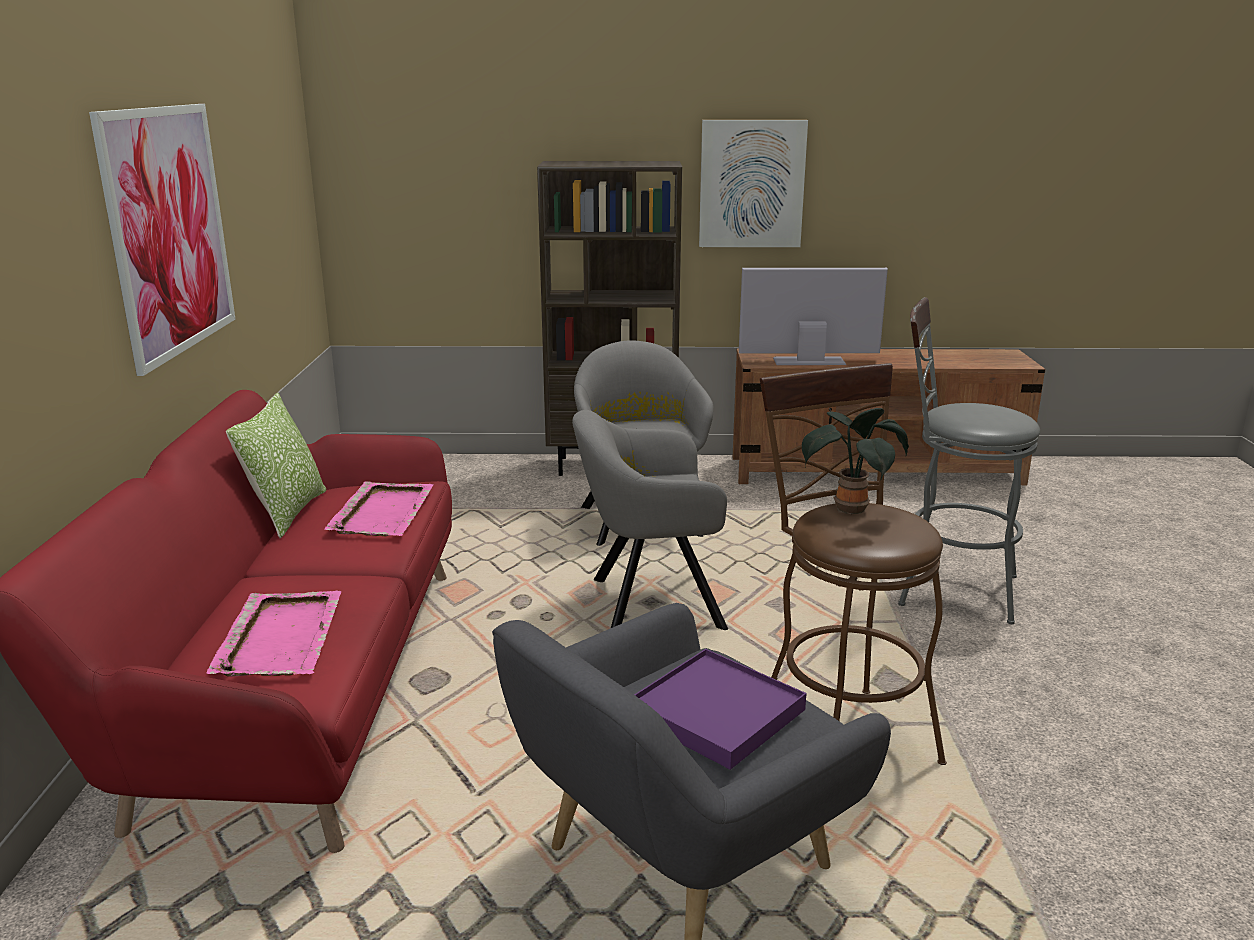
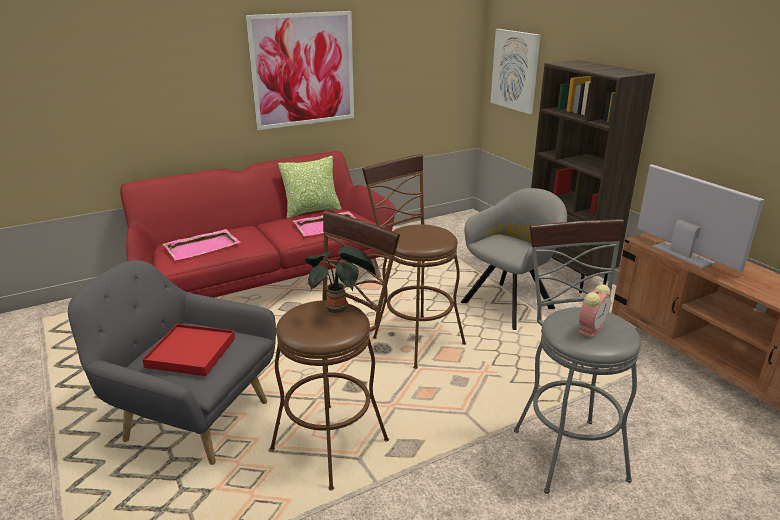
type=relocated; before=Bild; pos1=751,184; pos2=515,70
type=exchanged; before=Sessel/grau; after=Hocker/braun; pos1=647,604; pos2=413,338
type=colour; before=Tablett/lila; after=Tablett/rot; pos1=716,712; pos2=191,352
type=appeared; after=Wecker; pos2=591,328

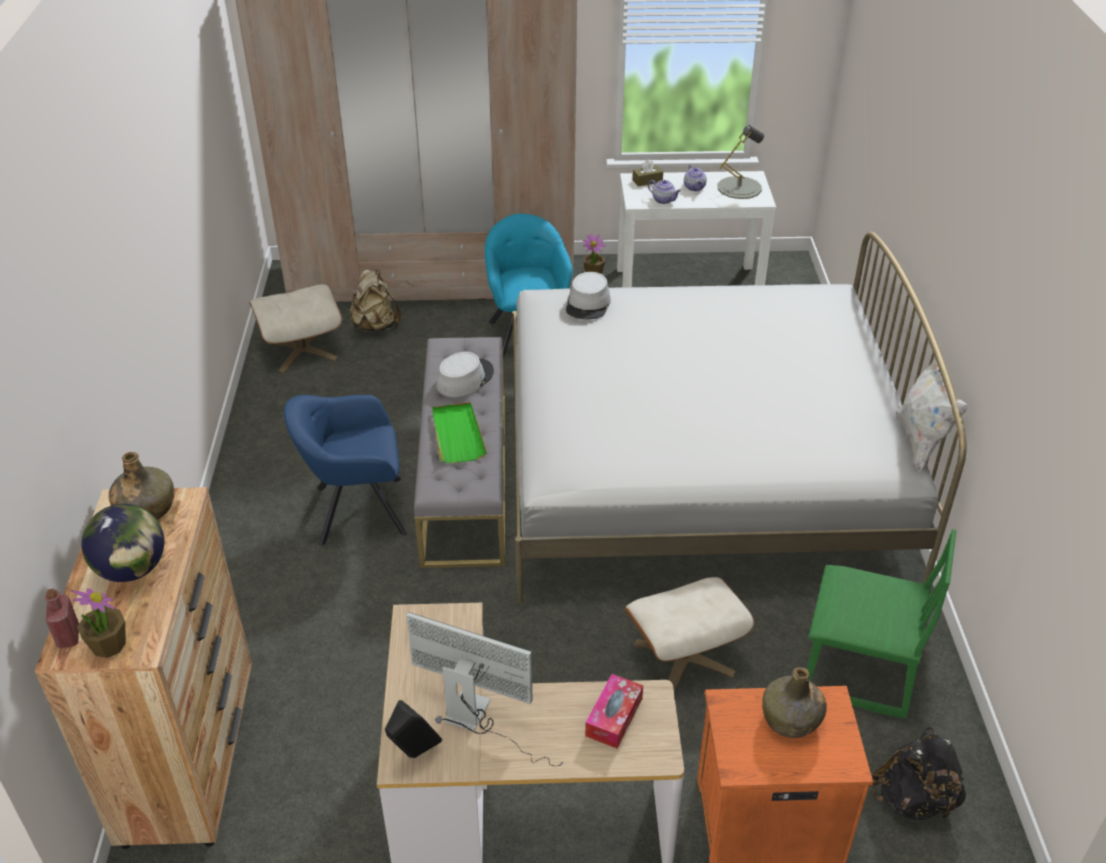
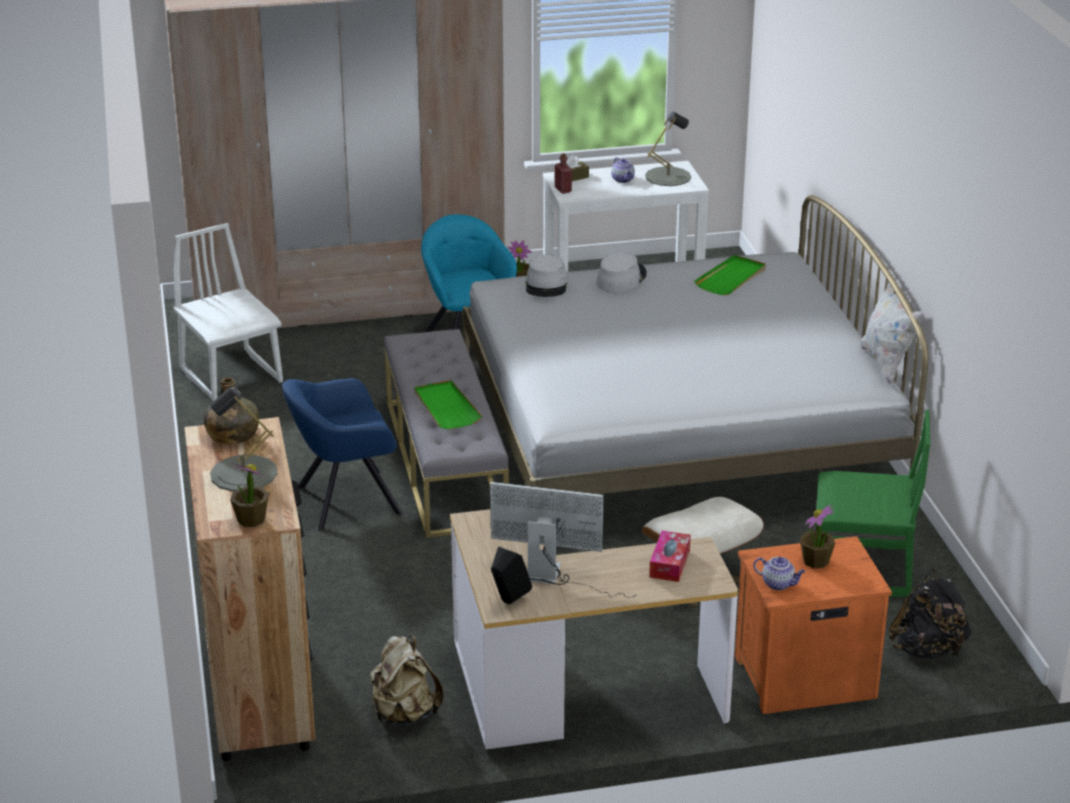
type=relocated; before=Teekanne; pos1=664,200; pos2=778,584
type=relocated; before=Rucksack/beige; pos1=375,326; pos2=404,714
type=exchanged; before=Polsterhocker/beige; after=Stuhl/weiß; pos1=302,350; pos2=232,376
type=relocated; before=Hut/grau; pos1=465,379; pos2=621,278
type=exchanged; before=Globus; after=Tischlampe/grau; pos1=132,570; pos2=243,474
type=relocated; before=Flasche/rot; pos1=68,636; pos2=563,190
type=exchanged; before=Flasche/grün; after=Topfpflanze; pos1=791,719; pos2=815,561
type=appeared; after=Tablett/grün; pos2=731,278

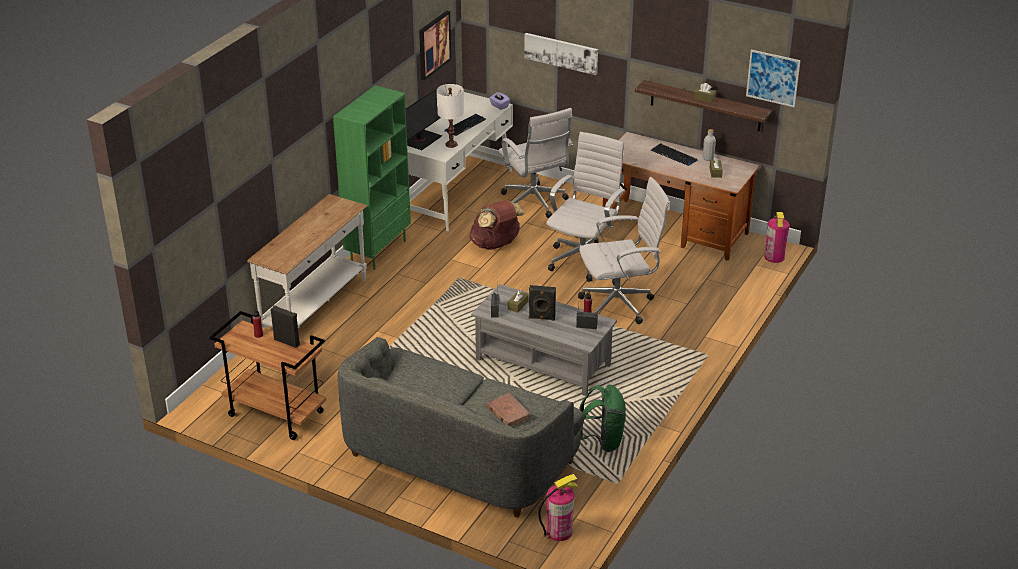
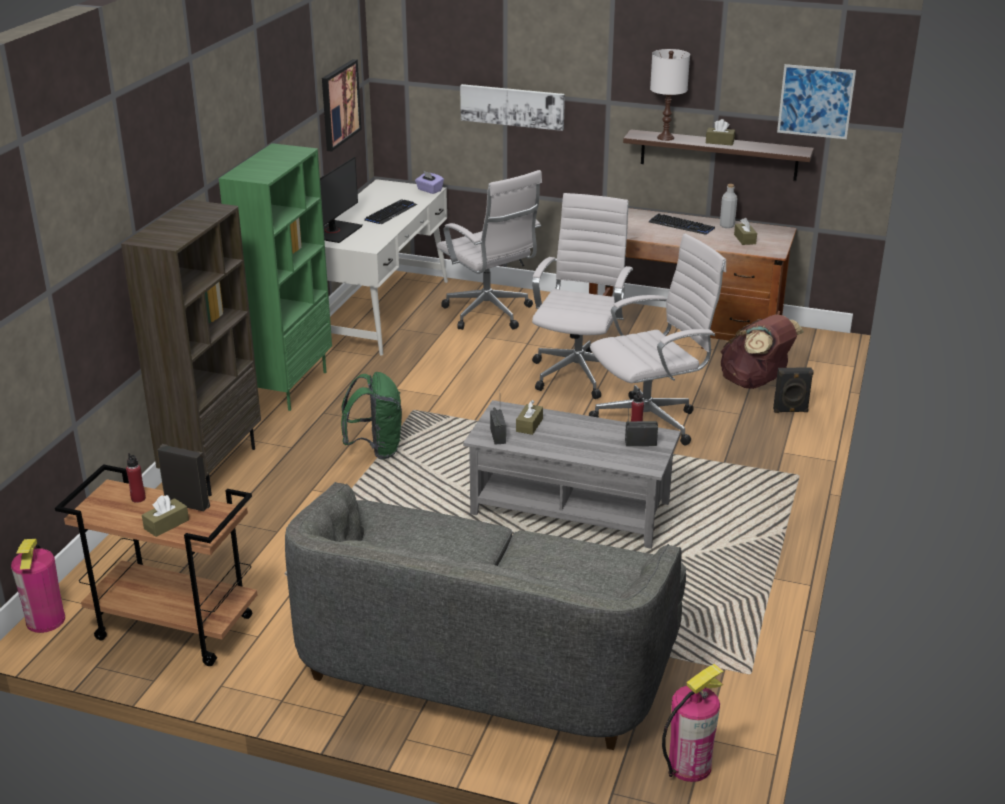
type=relocated; before=Tischlampe/weiß; pos1=451,144; pos2=665,138
type=exchanged; before=Konsolentisch/weiß; after=Bücherregal/braun; pos1=316,307; pos2=212,467
type=relocated; before=Rucksack/braun; pos1=496,245; pos2=755,383
type=relocated; before=Feuerlöscher; pos1=774,257; pos2=46,620
type=relocated; before=Lautsprecher/schwarz; pos1=542,318; pos2=790,411
type=relocated; before=Rucksack/grün; pos1=602,441; pos2=376,449
type=missing; before=Buch/braun; pos1=508,412
type=appeared; after=Taschentuchbox/braun; pos2=166,524

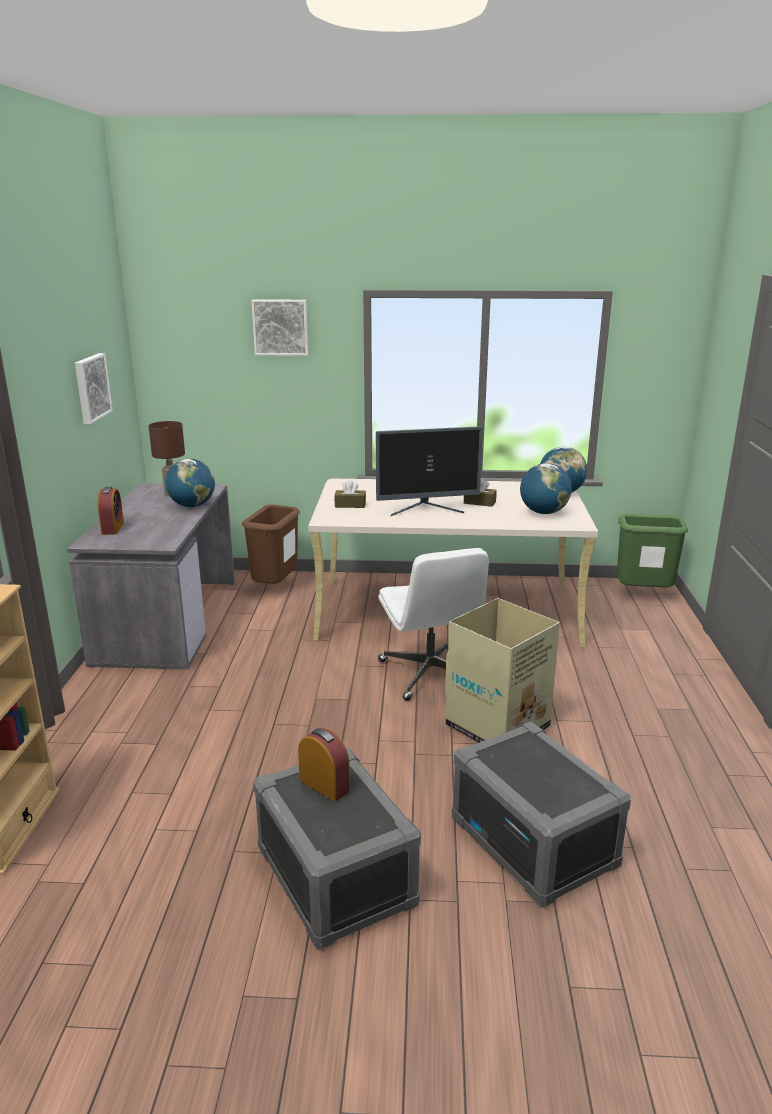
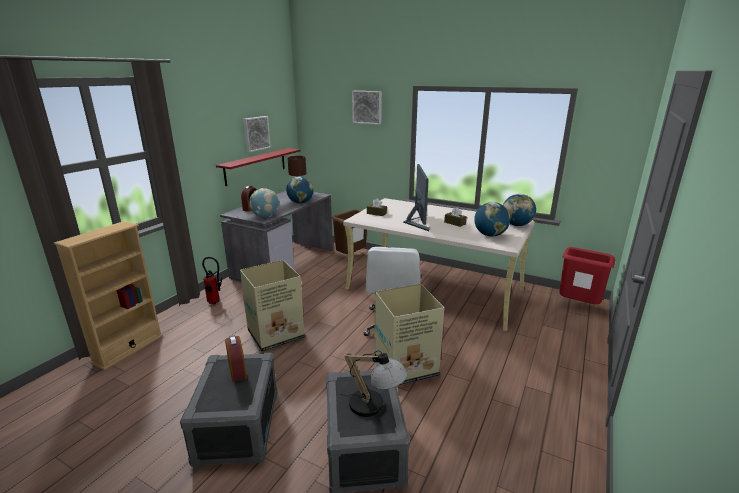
type=spun; before=Monitor; pos1=427,509; pos2=417,222; turn=-105
type=colour; before=Mülleimer/grün; after=Mülleimer/rot; pos1=643,595; pos2=578,306
type=appeared; after=Wandregal/rot; pos2=256,166
type=appeared; after=Globus; pos2=265,216
type=appeared; after=Feuerlöscher; pos2=215,303
type=appeared; after=Karton; pos2=277,334
type=appeared; after=Tischlampe; pos2=375,407

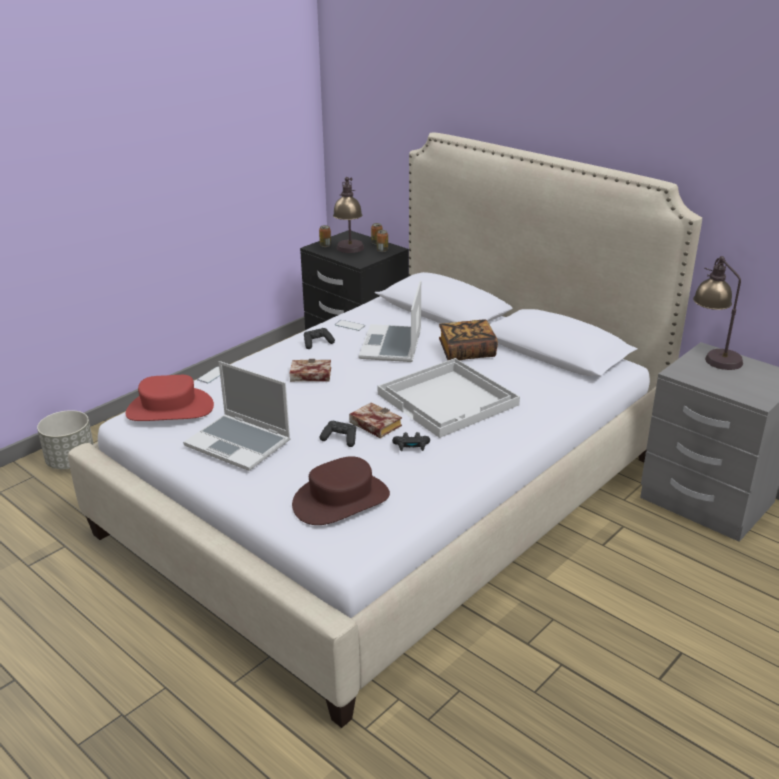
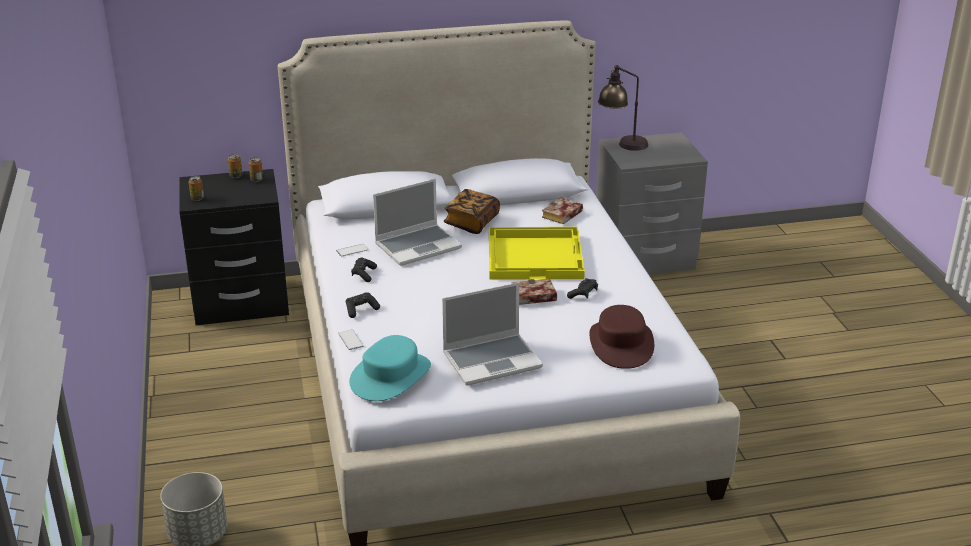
type=missing; before=Tischlampe; pos1=349,252
type=spun; before=Laptop; pos1=392,346; pos2=418,246; turn=-75
type=colour; before=Tablett/weiß; after=Tablett/gelb; pos1=449,399; pos2=535,255
type=relocated; before=Buch; pos1=309,375; pos2=562,215
type=colour; before=Hut/rot; after=Hut/türkis; pos1=170,409; pos2=391,376
type=relocated; before=Gamepad/schwarz; pos1=340,439; pos2=361,310

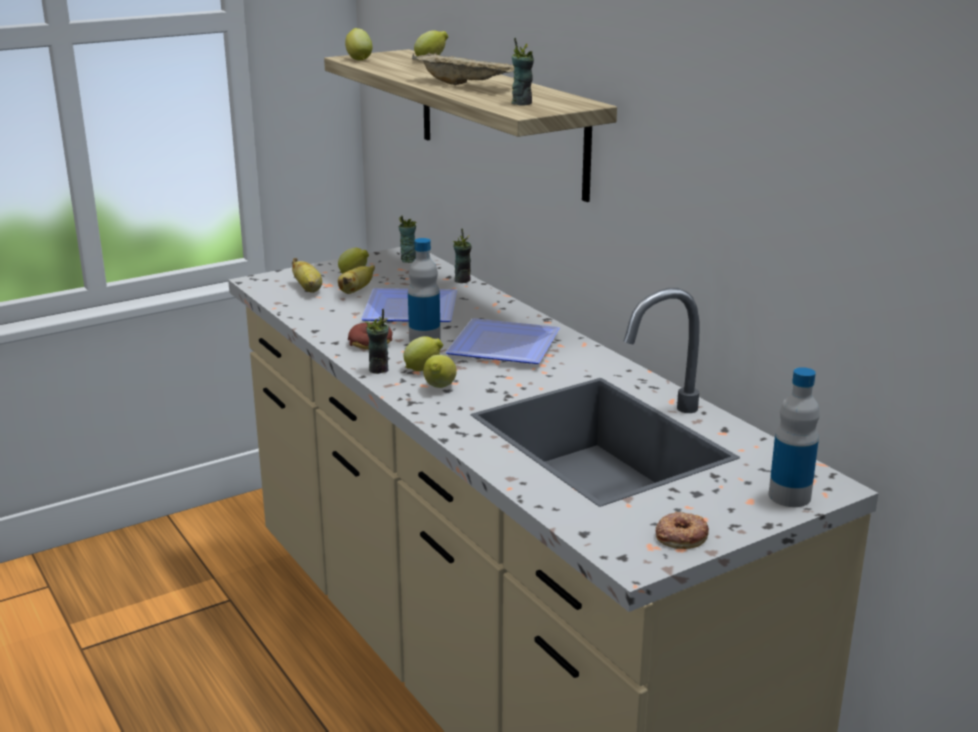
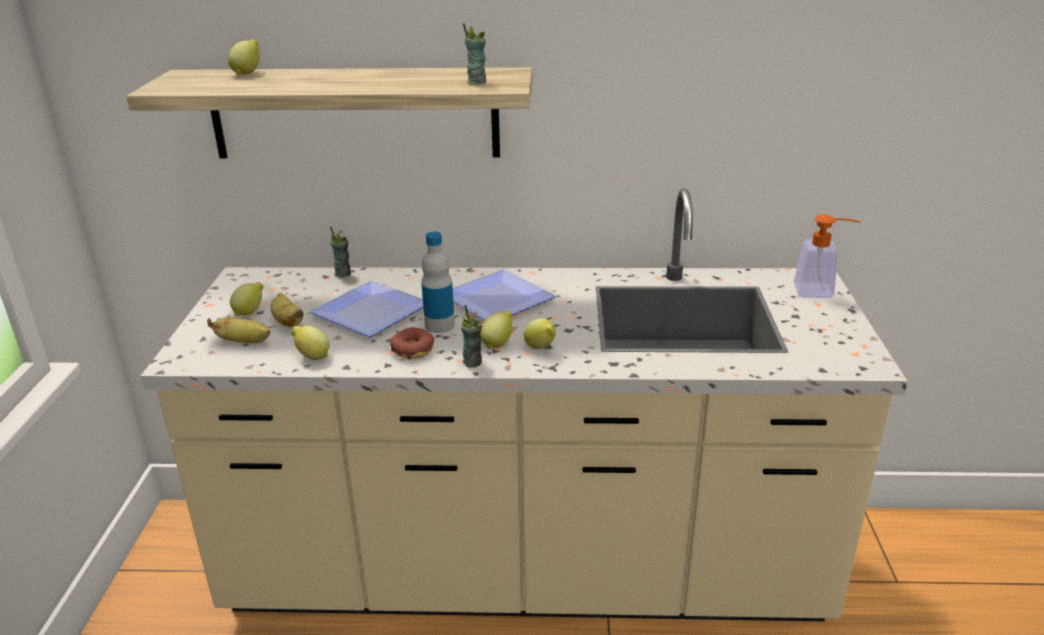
type=relocated; before=Zitrone; pos1=359,59; pos2=312,357
type=missing; before=Tablett/beige; pos1=467,84
type=missing; before=Tasse; pos1=408,260
type=exchanged; before=Flasche; after=Seifenspender; pos1=789,496; pos2=821,291
type=missing; before=Donut; pos1=680,536

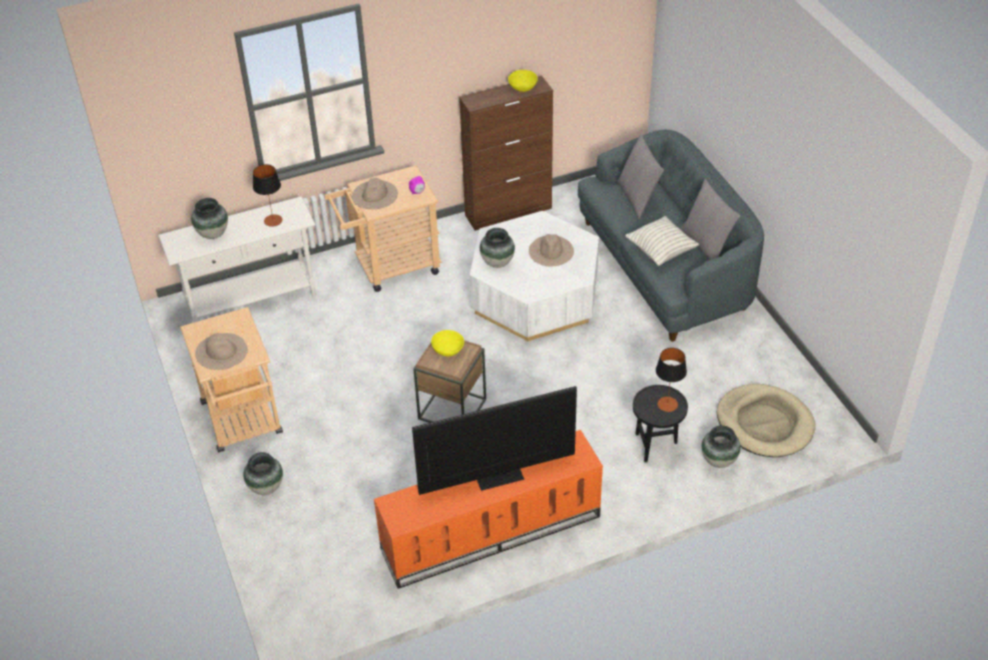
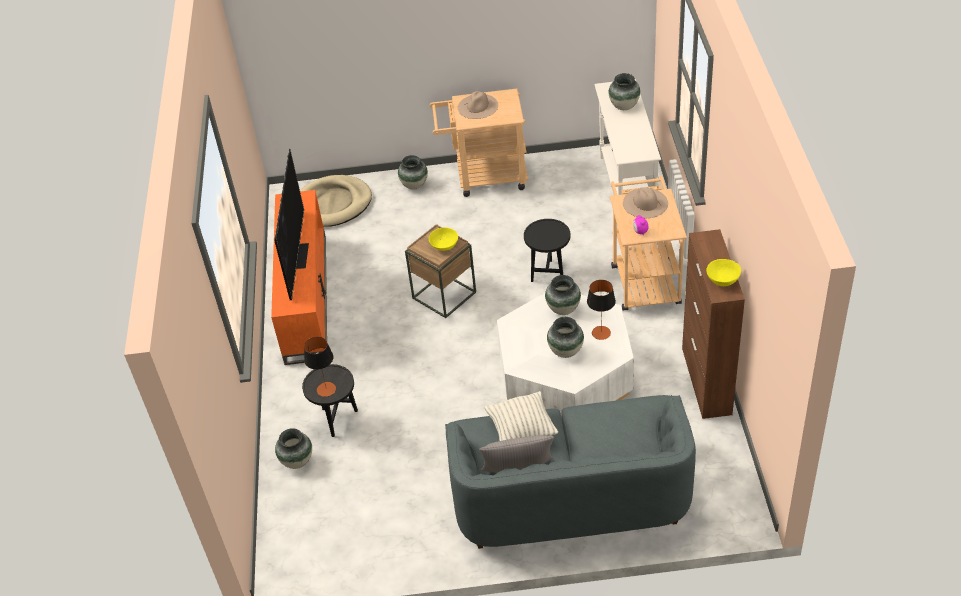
type=missing; before=Kissen/grau; pos1=638,198
type=relocated; before=Tischlampe; pos1=273,220; pos2=601,333
type=exchanged; before=Hut/beige; after=Vase; pos1=551,251; pos2=566,351
type=relocated; before=Hundebett/beige; pos1=764,424; pos2=333,204
type=appeared; after=Beistelltisch/schwarz; pos2=548,272

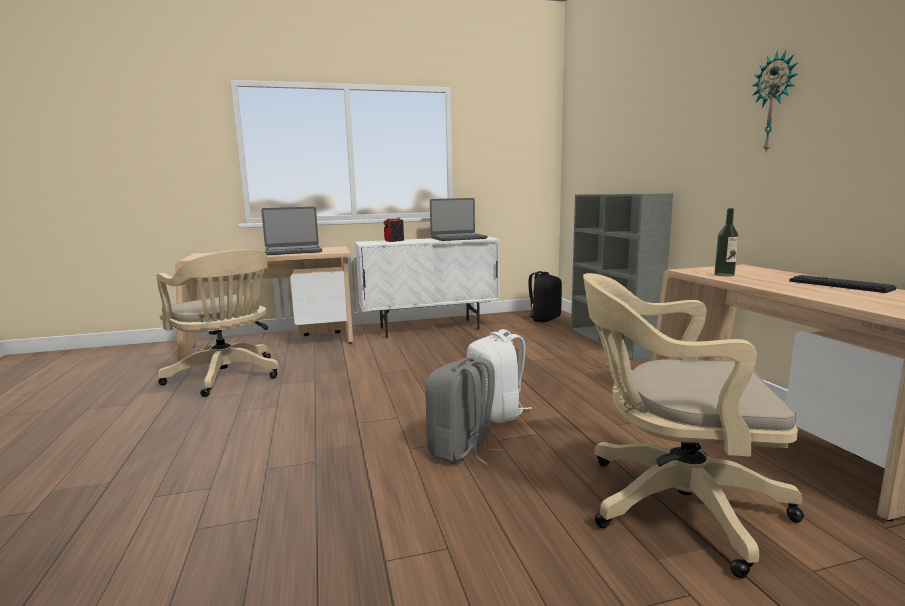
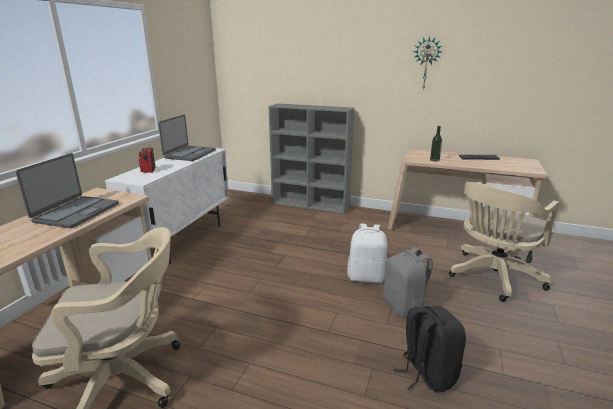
type=relocated; before=Rucksack/schwarz; pos1=544,319; pos2=426,373

